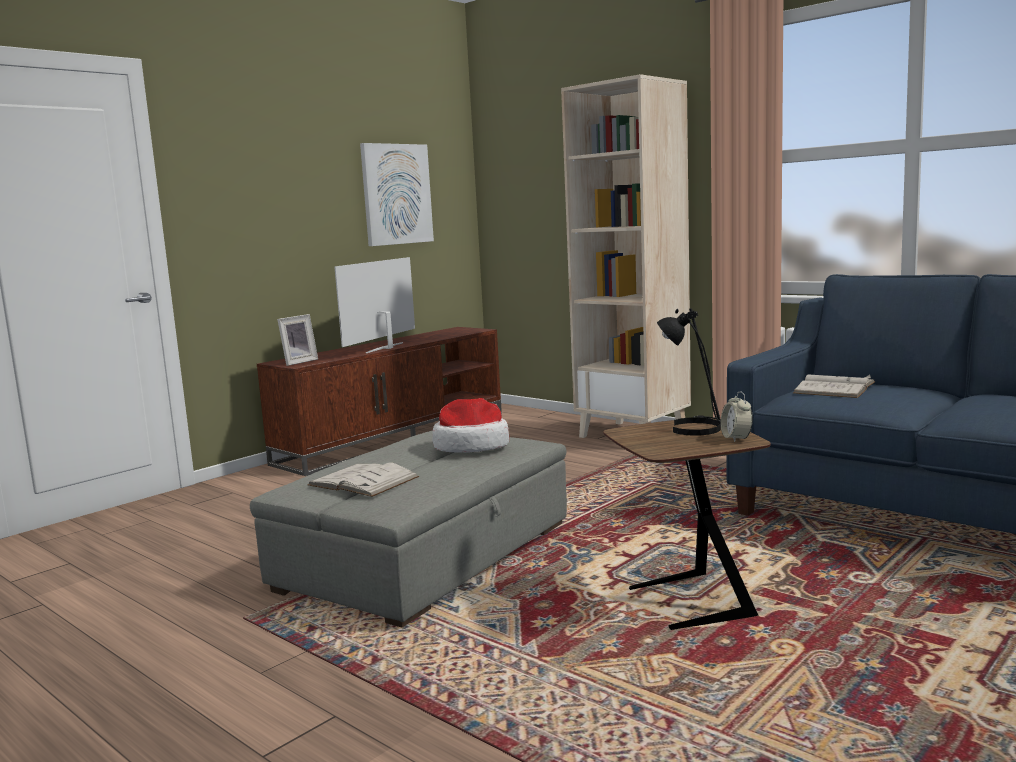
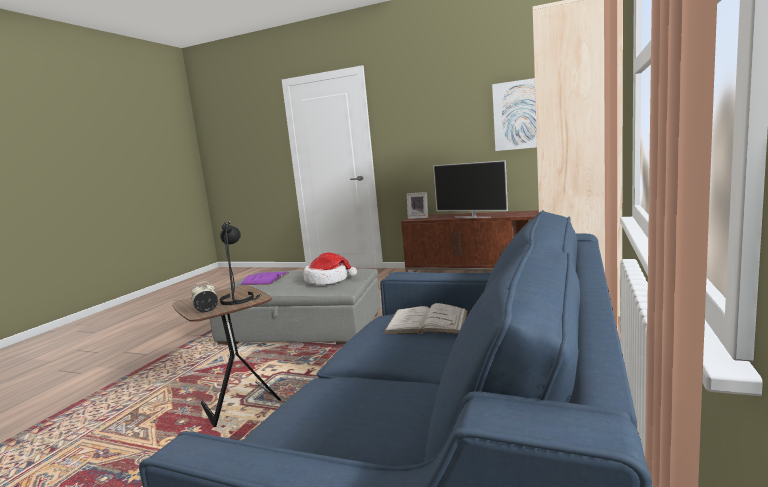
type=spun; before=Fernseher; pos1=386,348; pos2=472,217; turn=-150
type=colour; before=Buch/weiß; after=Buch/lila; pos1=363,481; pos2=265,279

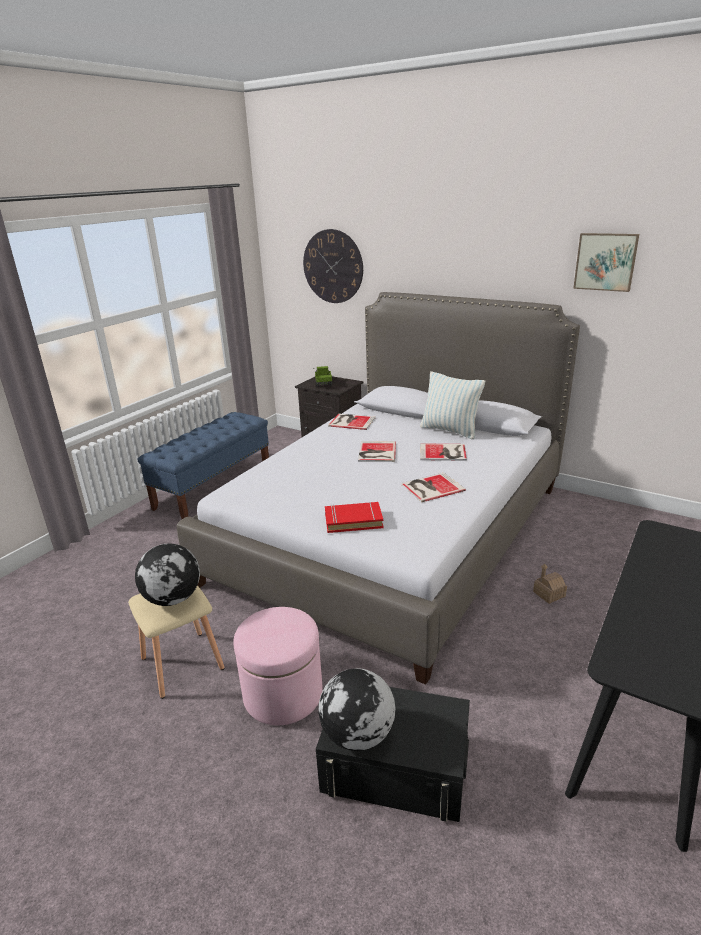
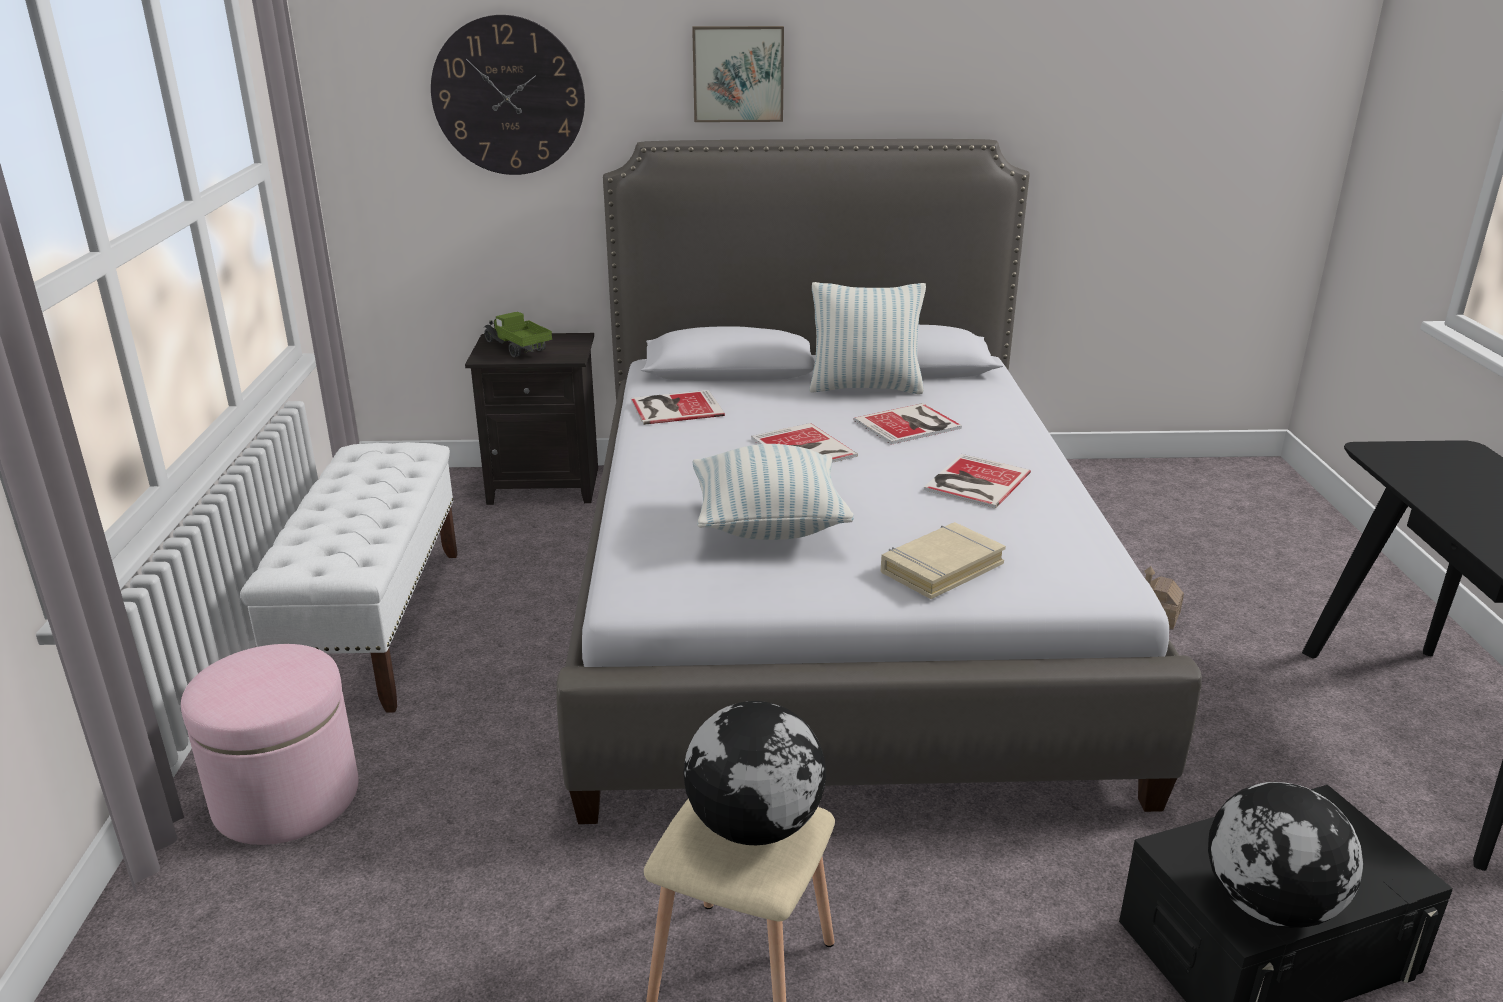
type=relocated; before=Bild; pos1=605,261; pos2=738,74
type=colour; before=Bank/blau; after=Bank/weiß; pos1=214,487; pos2=376,625
type=colour; before=Buch/rot; after=Buch/beige; pos1=353,521; pos2=941,567
type=relocated; before=Polsterhocker/rosa; pos1=283,694; pos2=286,797
type=appeared; after=Kissen; pos2=768,526

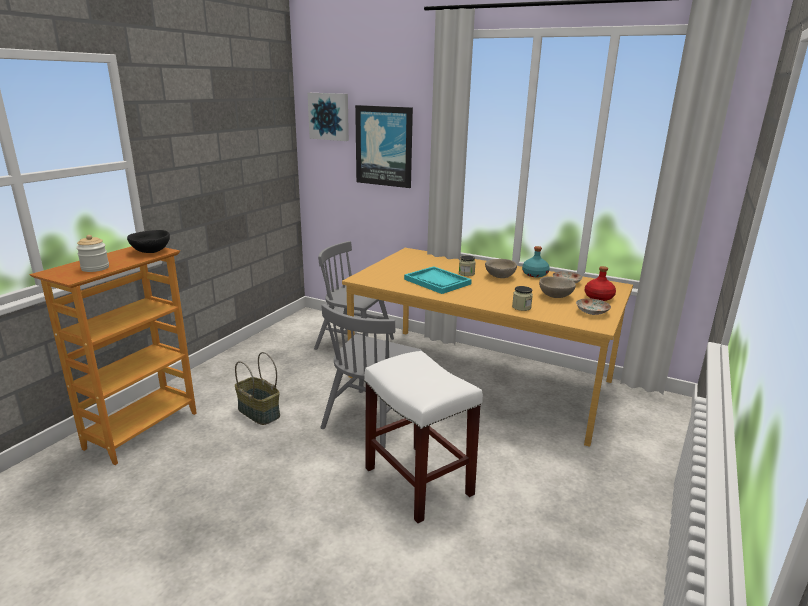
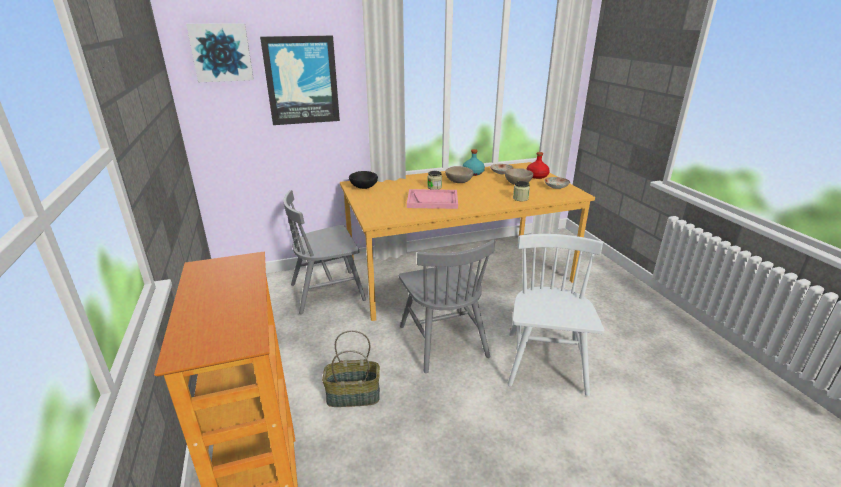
type=relocated; before=Schüssel/schwarz; pos1=150,251; pos2=363,187
type=missing; before=Vorratsglas; pos1=95,268
type=colour; before=Tablett/türkis; after=Tablett/rosa; pos1=437,282; pos2=432,200
type=exchanged; before=Hocker/weiß; after=Stuhl/weiß; pos1=419,482; pos2=545,363

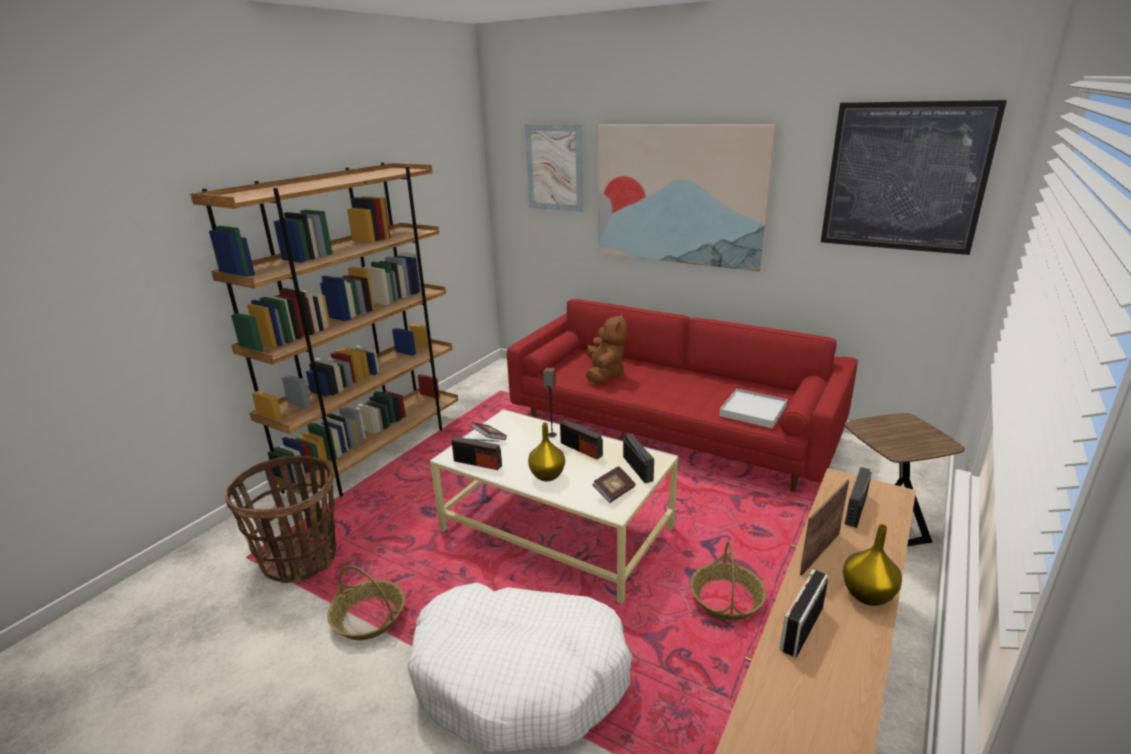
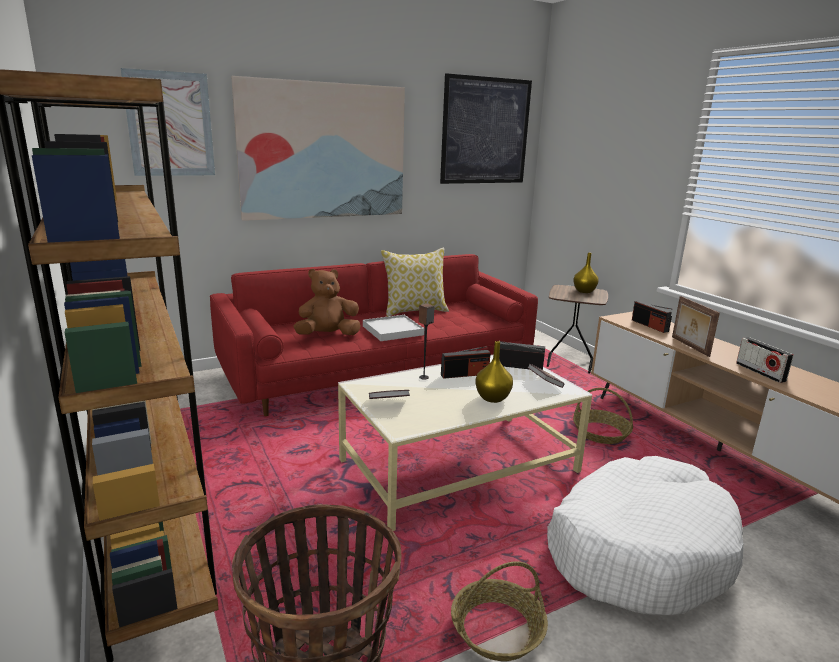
type=spun; before=Plüschtier/braun; pos1=604,375; pos2=327,335; turn=-60
type=relocated; before=Tablett/weiß; pos1=753,411; pos2=392,330
type=missing; before=Radio; pos1=478,463
type=relocated; before=Vase/gelb; pos1=868,596; pos2=584,291
type=appeared; after=Kissen; pos2=415,311

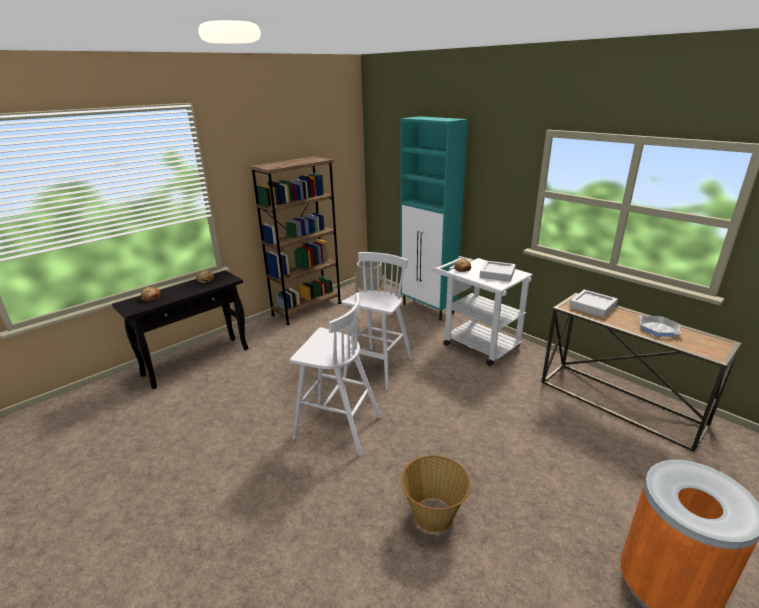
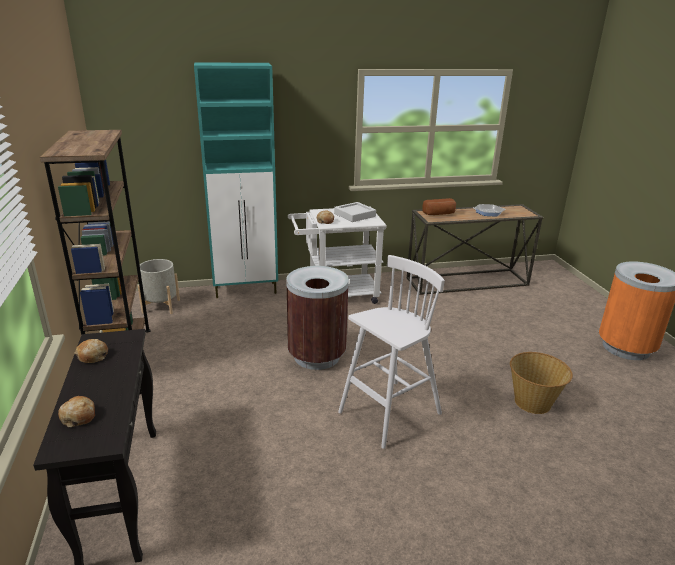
type=exchanged; before=Hocker/weiß; after=Mülleimer/braun; pos1=378,368; pos2=317,356
type=exchanged; before=Tablett/grau; after=Brot; pos1=592,306; pos2=440,214

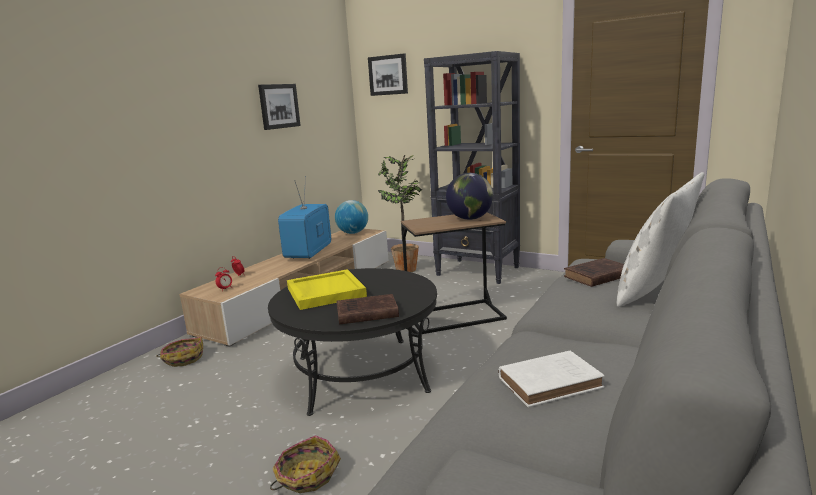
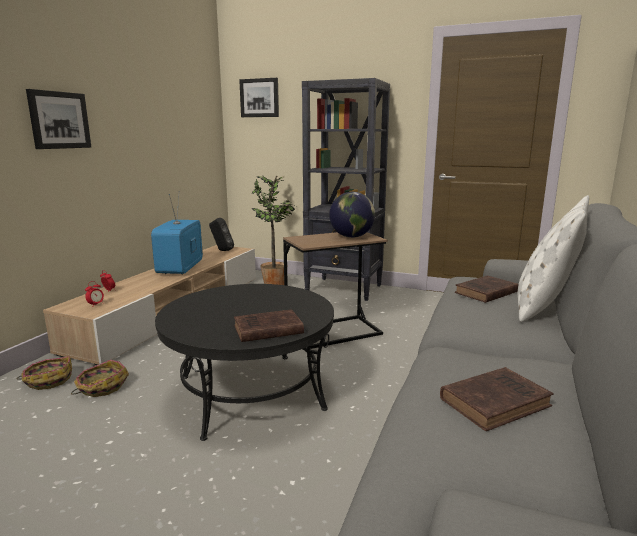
type=relocated; before=Bild; pos1=279,106; pos2=59,120
type=exchanged; before=Globus; after=Lautsprecher/schwarz; pos1=353,233; pos2=221,250
type=missing; before=Tablett/gelb; pos1=325,292
type=colour; before=Buch/weiß; after=Buch/braun; pos1=552,382; pos2=496,402
type=relocated; before=Korb; pos1=306,475; pos2=101,387

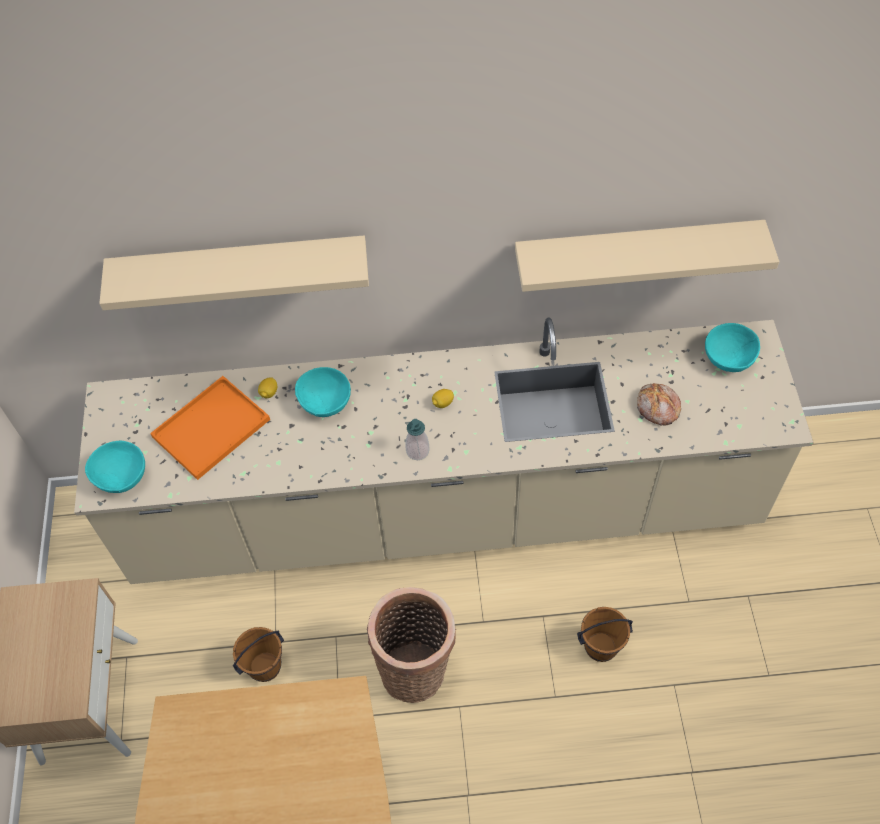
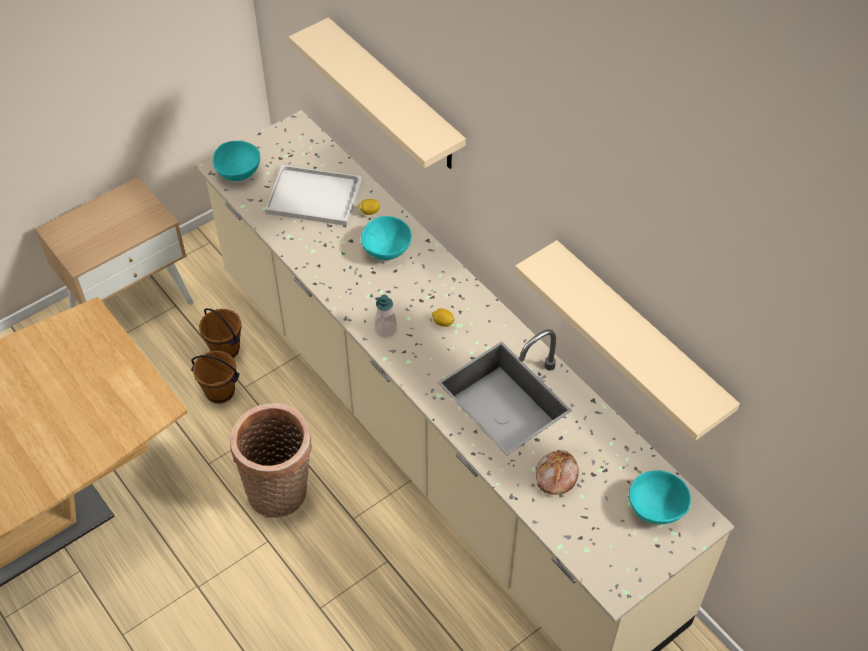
type=colour; before=Tablett/orange; after=Tablett/weiß; pos1=210,430; pos2=312,197
type=relocated; before=Eimer/braun; pos1=601,647; pos2=225,350

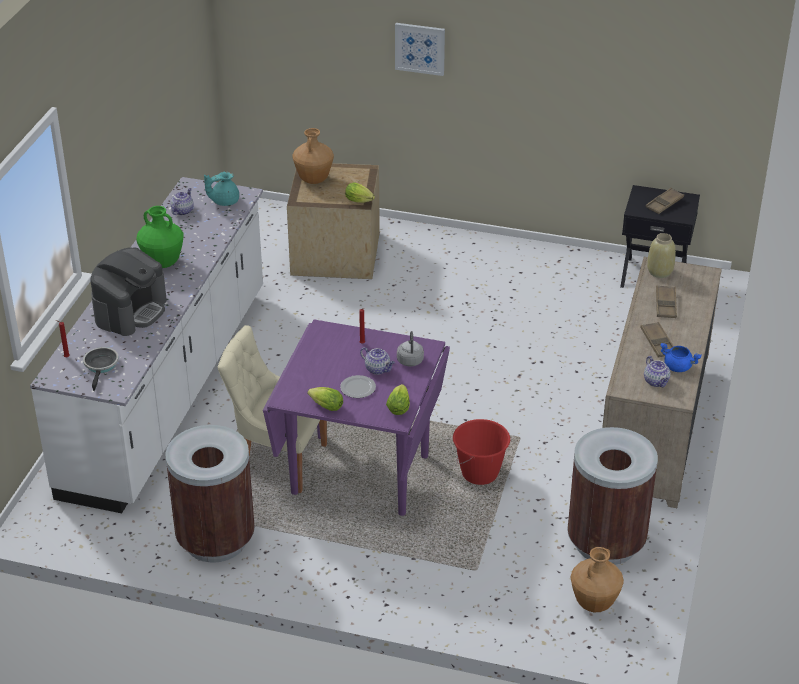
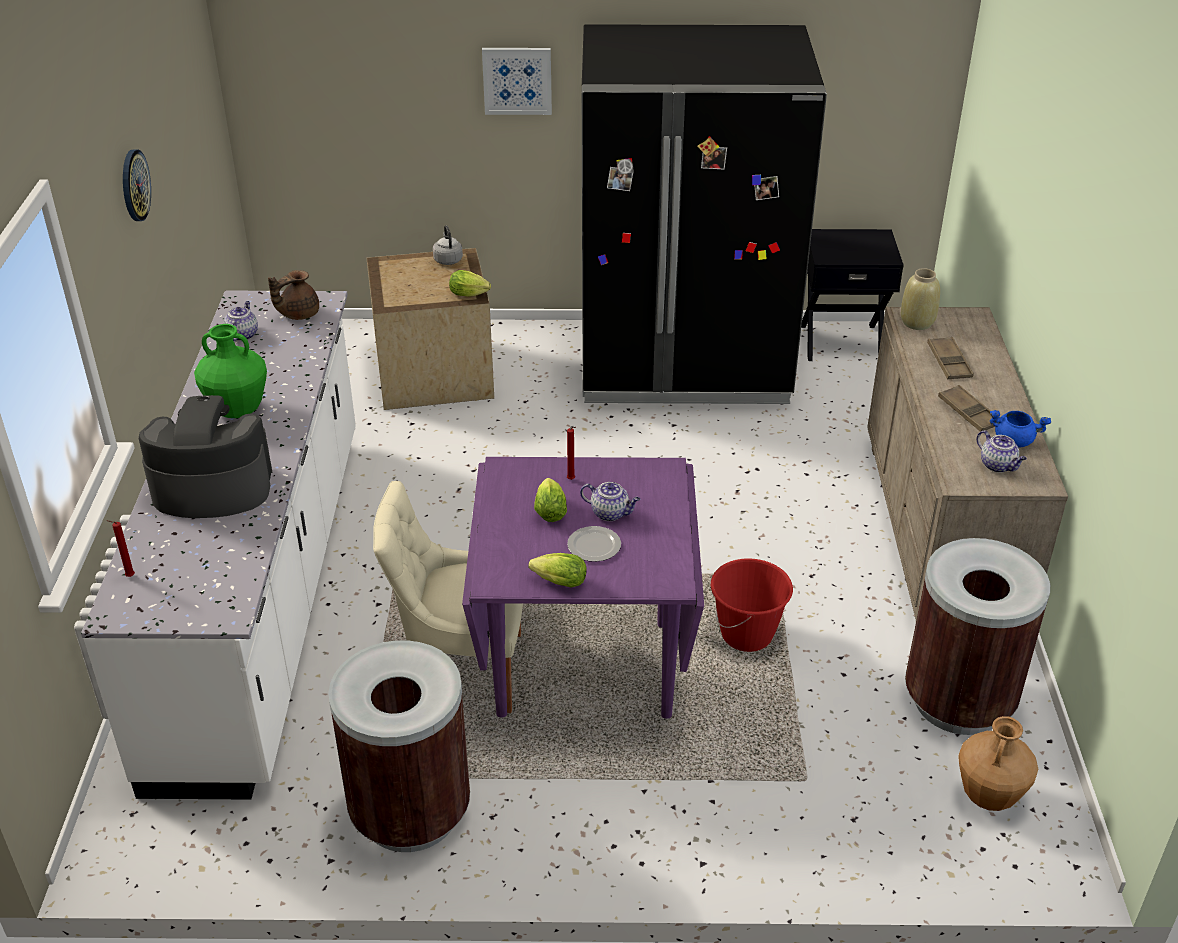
type=missing; before=Vase/braun; pos1=313,180
type=colour; before=Teekanne/türkis; after=Teekanne/braun; pos1=224,201; pos2=298,314
type=missing; before=Tablett/braun; pos1=664,204
type=spun; before=Kaffeemaschine; pos1=131,311; pos2=212,488; turn=-105
type=relocated; before=Wasserkessel/grau; pos1=410,360; pos2=448,259
type=missing; before=Pfanne; pos1=101,366
type=relocated; before=Salatkopf; pos1=399,406; pos2=550,510
type=appeared; after=Kühlschrank/schwarz; pos2=684,364
type=appeared; after=Wanduhr; pos2=134,185

